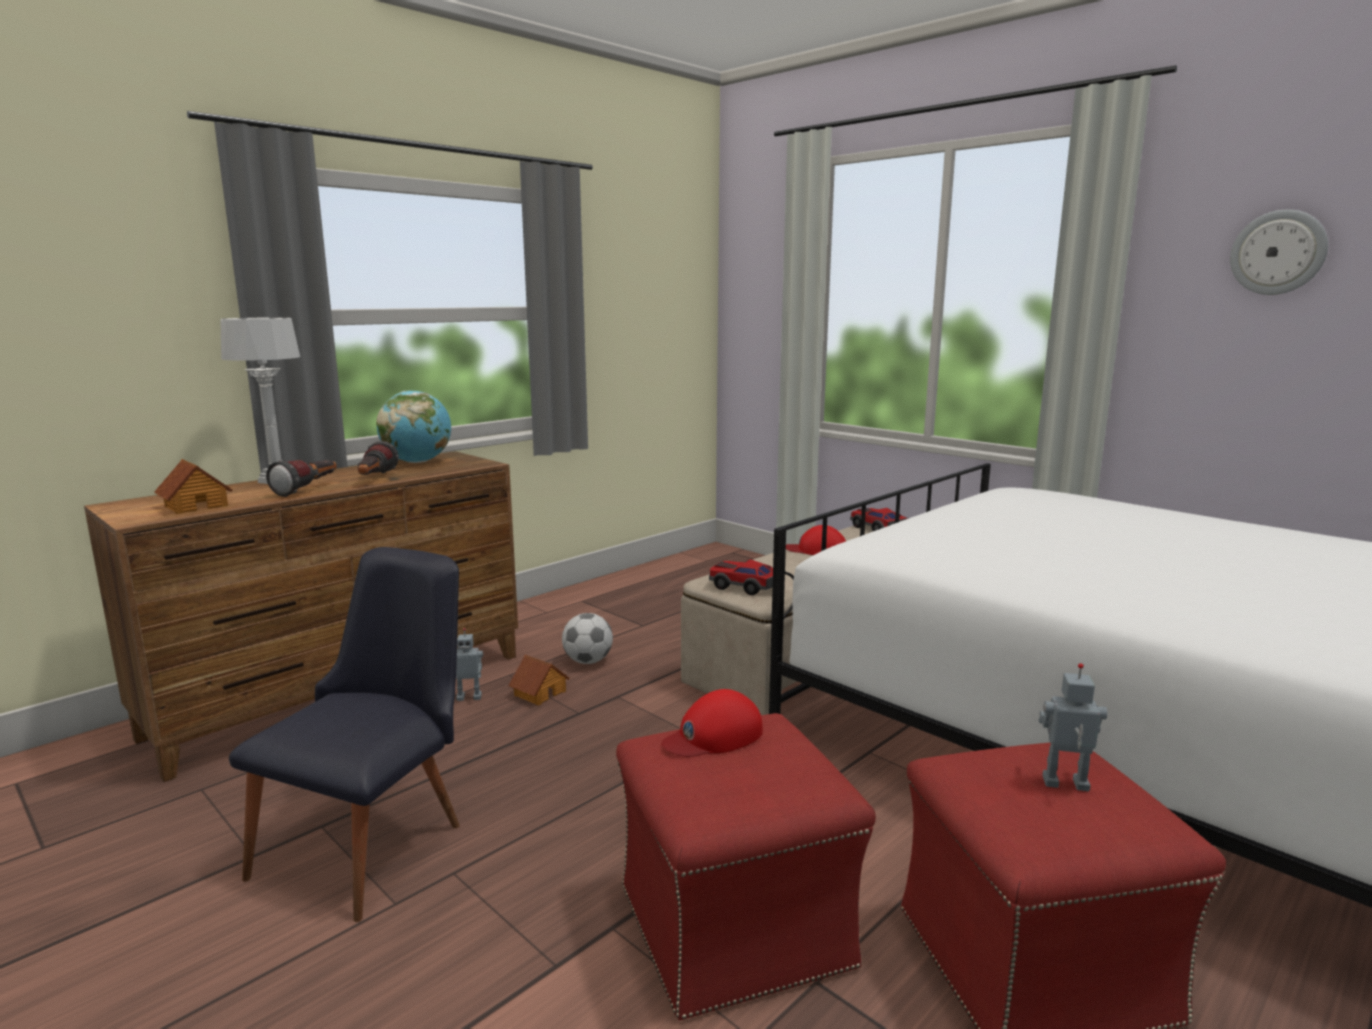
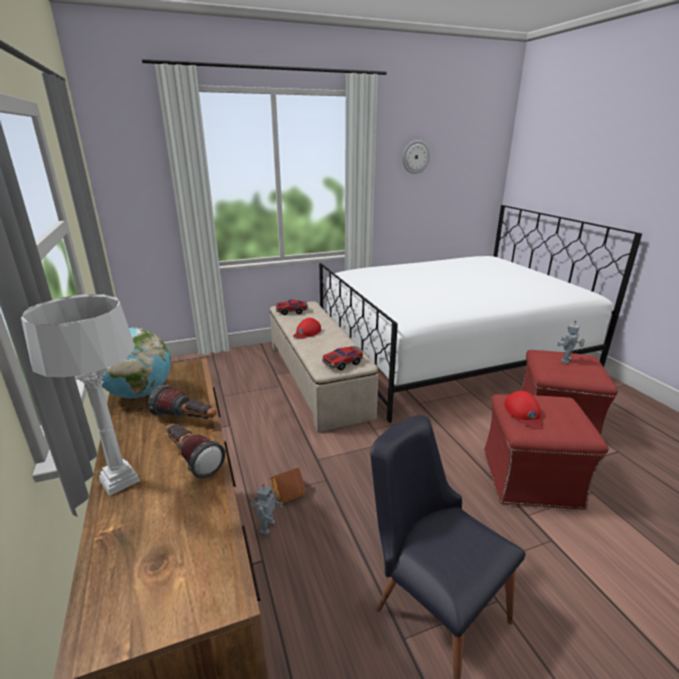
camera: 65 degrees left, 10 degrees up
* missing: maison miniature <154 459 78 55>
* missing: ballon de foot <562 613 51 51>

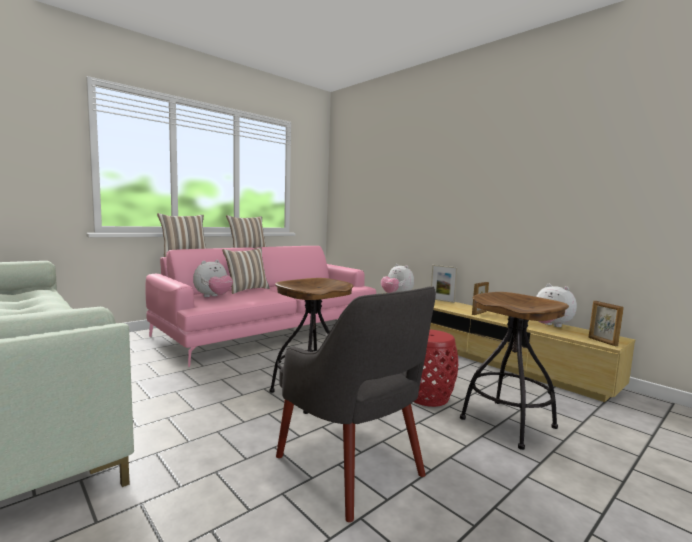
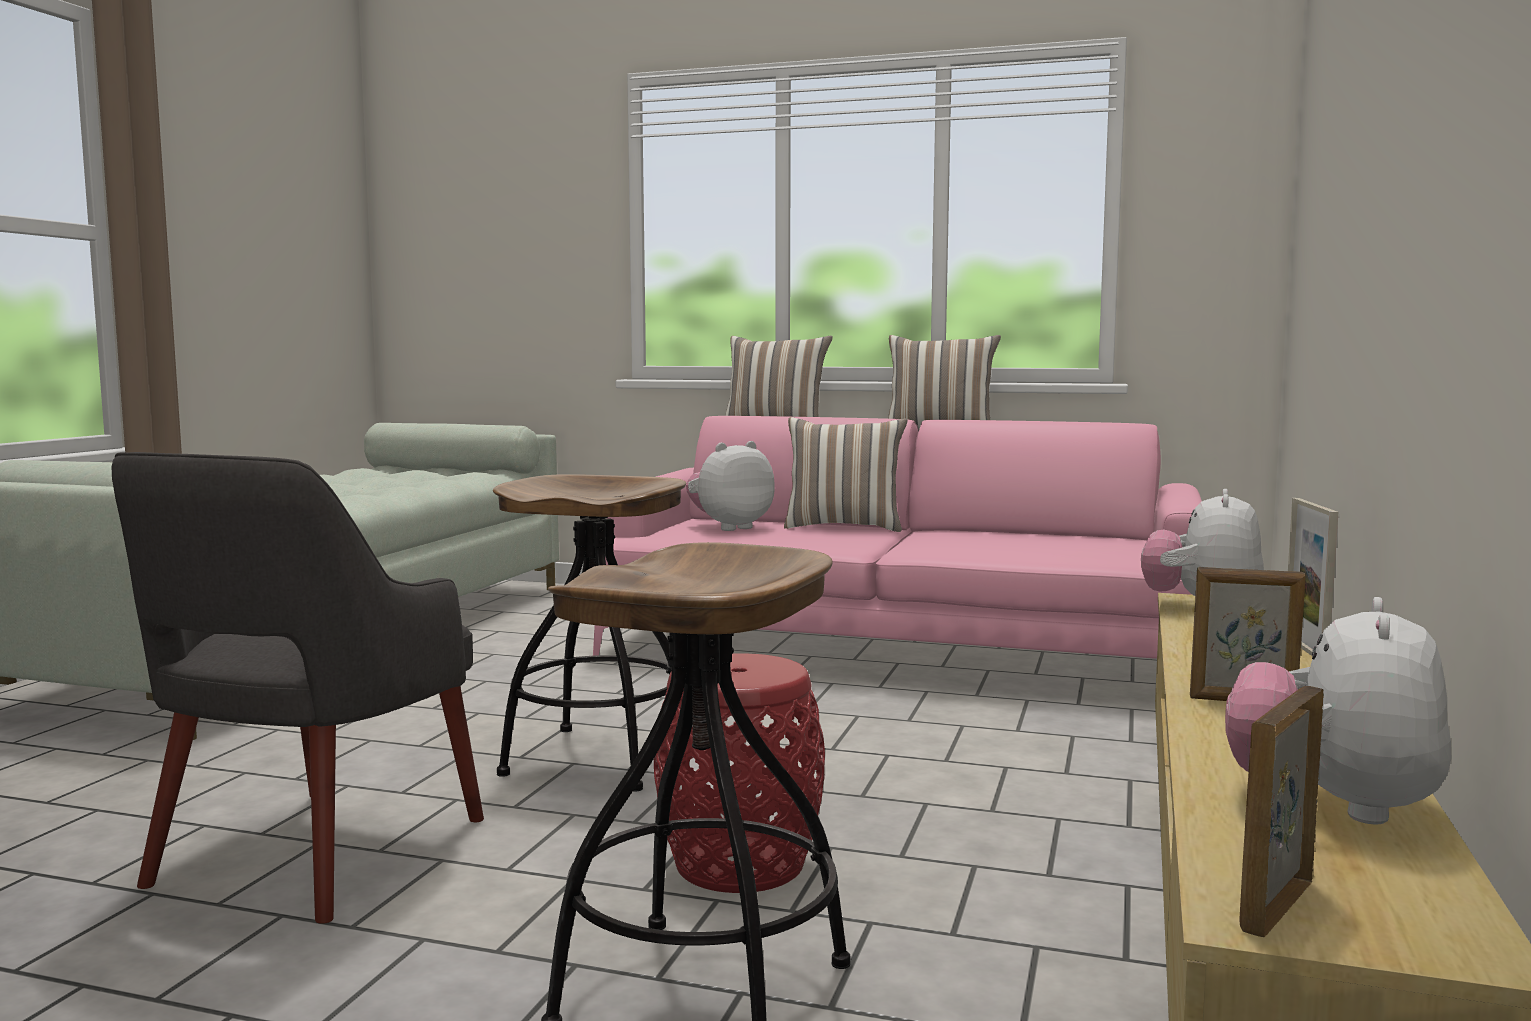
camera: 60 degrees right, 0 degrees up
* spun: peluche <193 260 40 37> = <686 441 89 90> 135 degrees clockwise

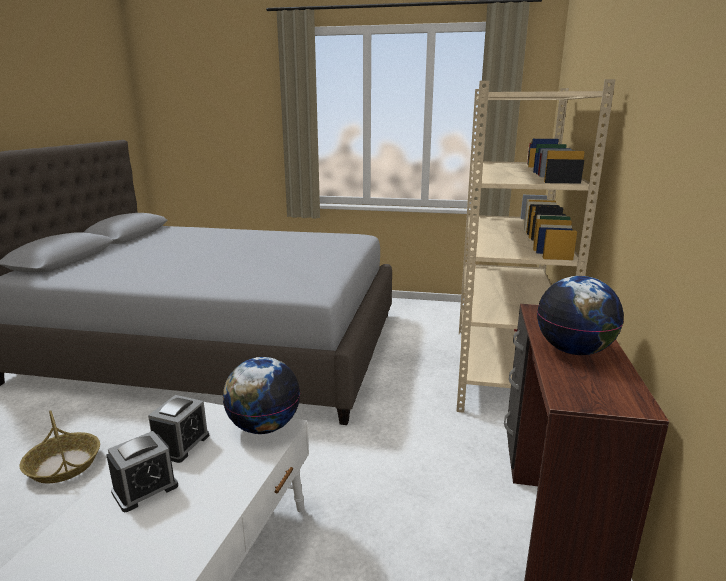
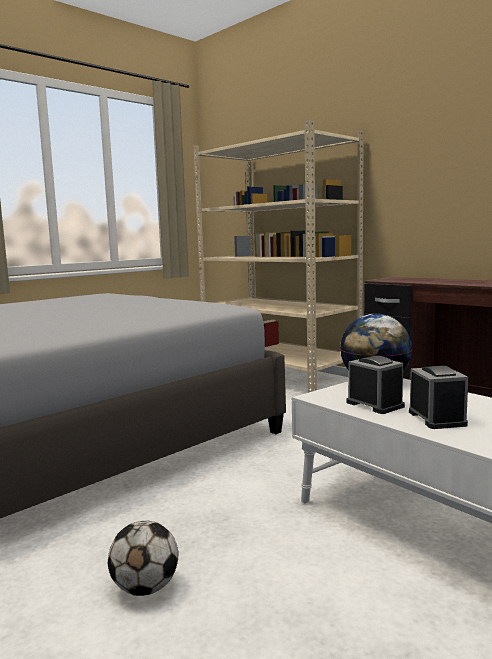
camera: 55 degrees left, 10 degrees down
* missing: globe <537 276 87 79>
* exchanged: panier <20 410 80 73> to ballon de foot <108 521 70 75>

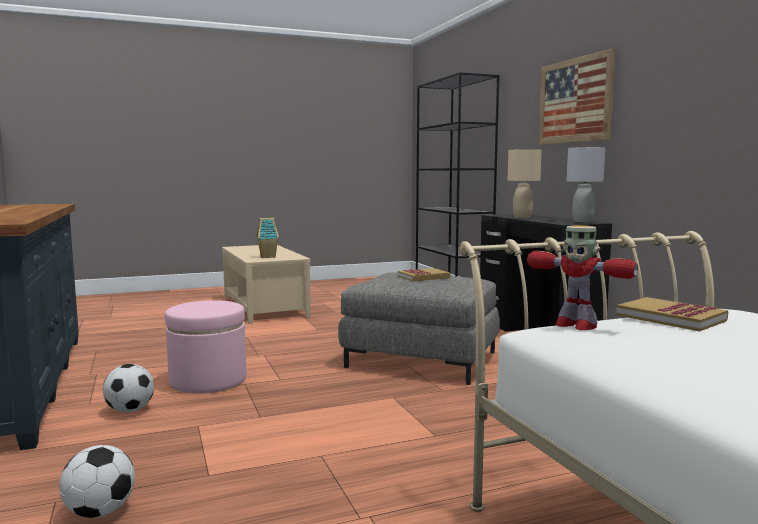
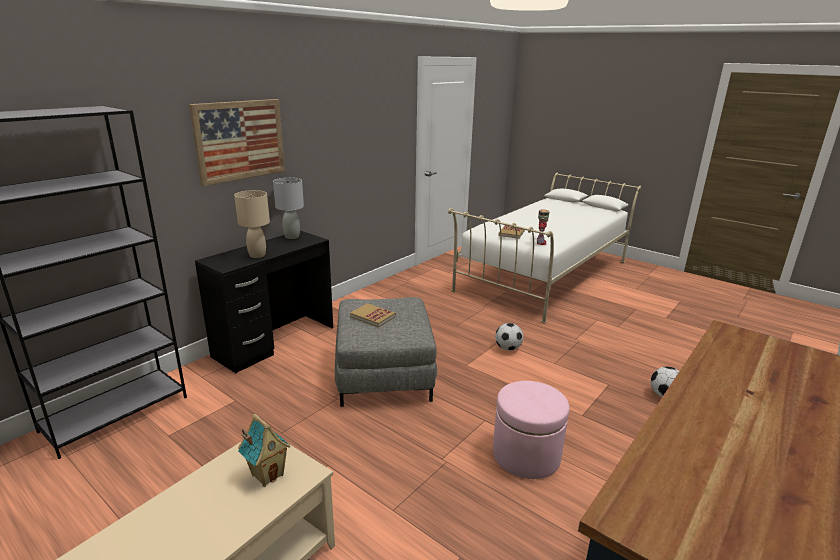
camera: 120 degrees left, 15 degrees up
* relocated: ballon de foot <103 364 51 49> to <495 323 28 28>

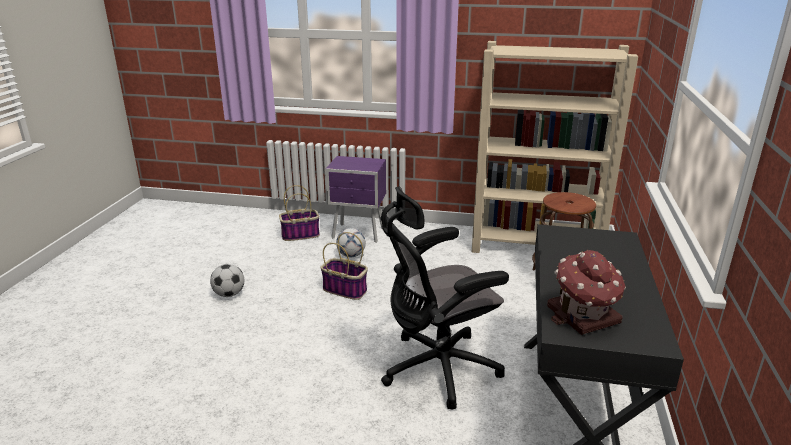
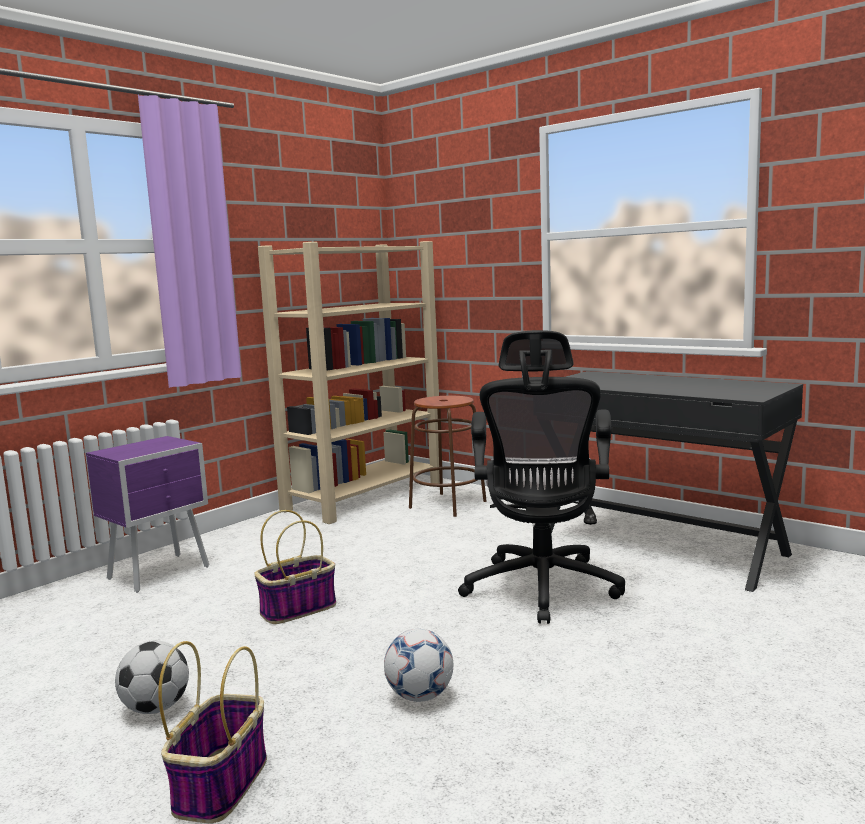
camera: 60 degrees left, 15 degrees down
* missing: maison miniature <547 250 79 85>
* relocated: panier <279 185 41 56> to <158 641 109 182>
* relocated: ballon de foot <336 228 30 29> to <384 629 69 73>

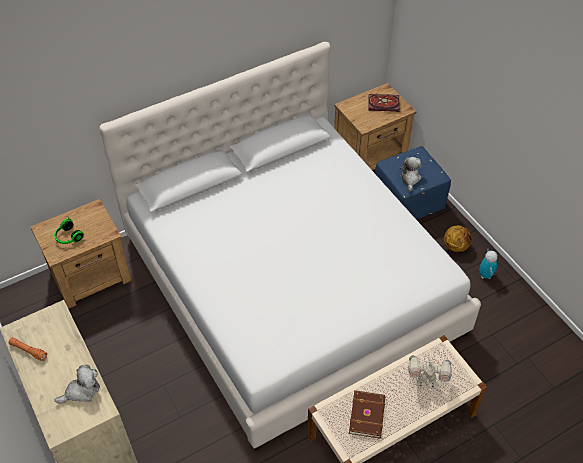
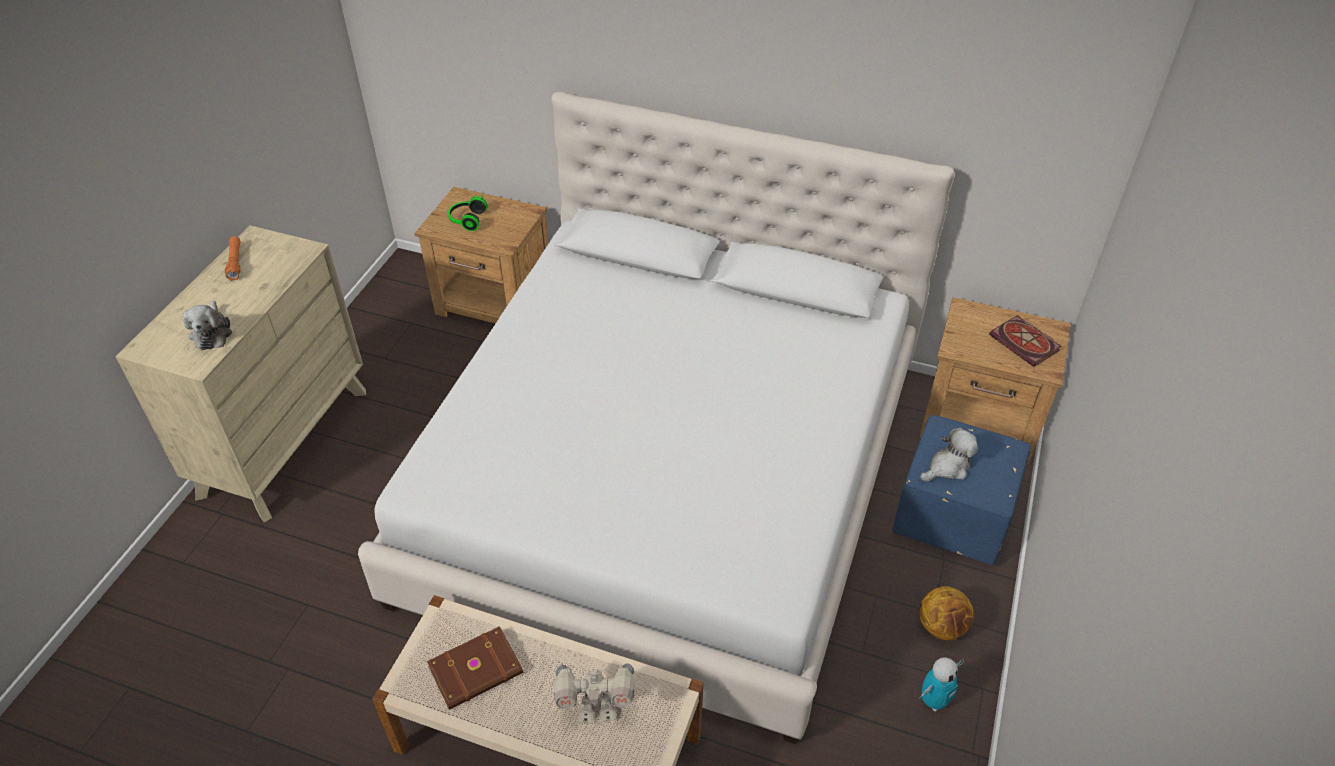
camera: 50 degrees right, 5 degrees down
* spun: peluche <54 365 46 39> = <183 301 49 49> 60 degrees clockwise
* spun: robot jouet <408 355 44 33> = <554 663 81 61> 60 degrees counterclockwise

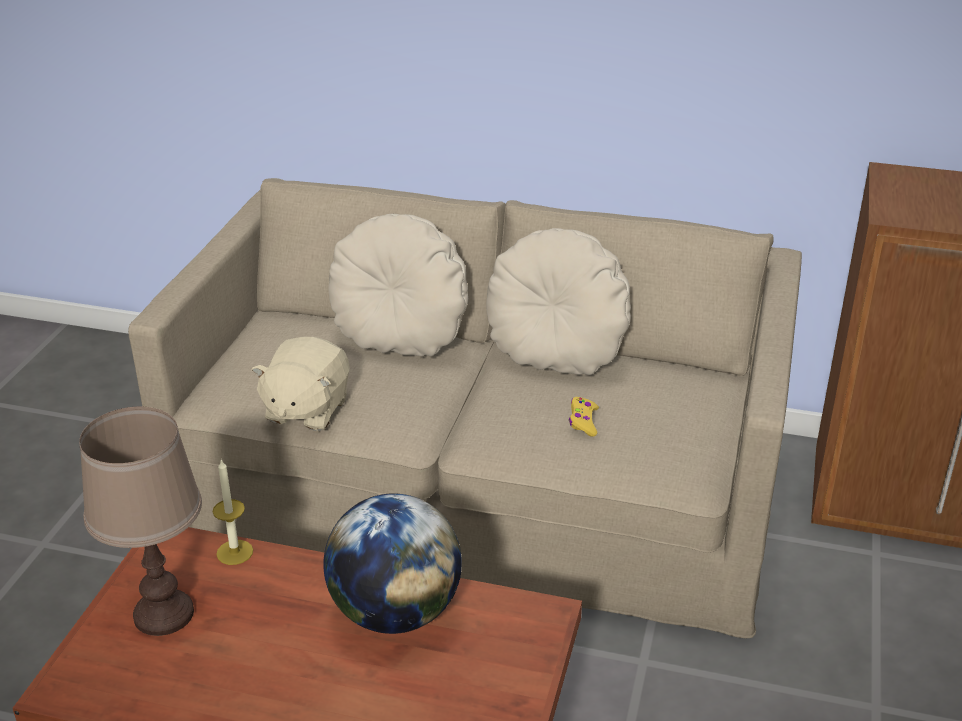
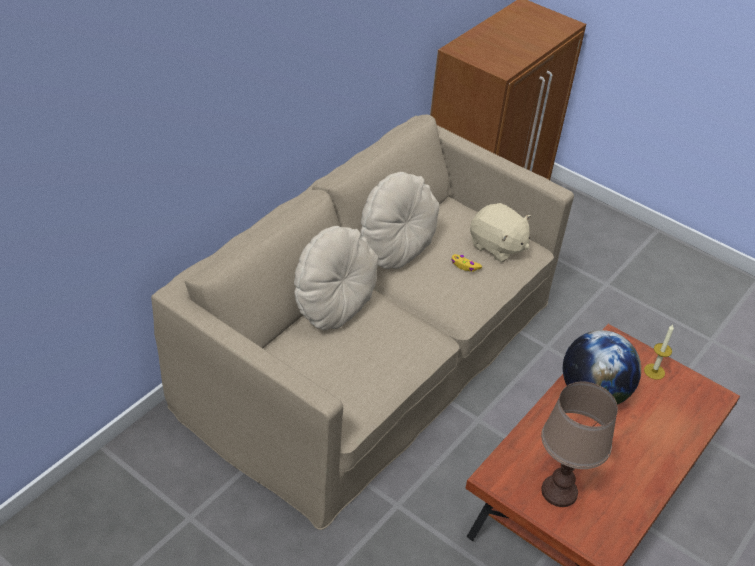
camera: 70 degrees left, 10 degrees up
* relocated: bougie <213 459 40 106> to <644 325 30 55>
* relocated: peluche/beige <252 337 98 94> to <470 203 61 59>

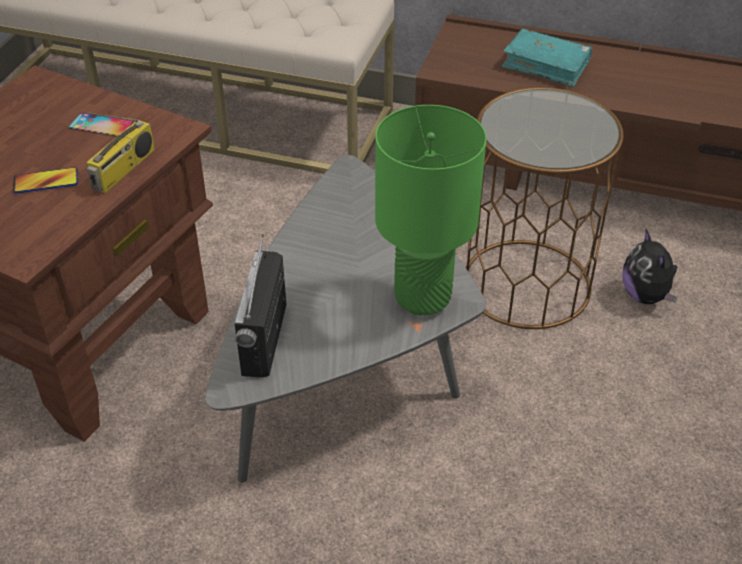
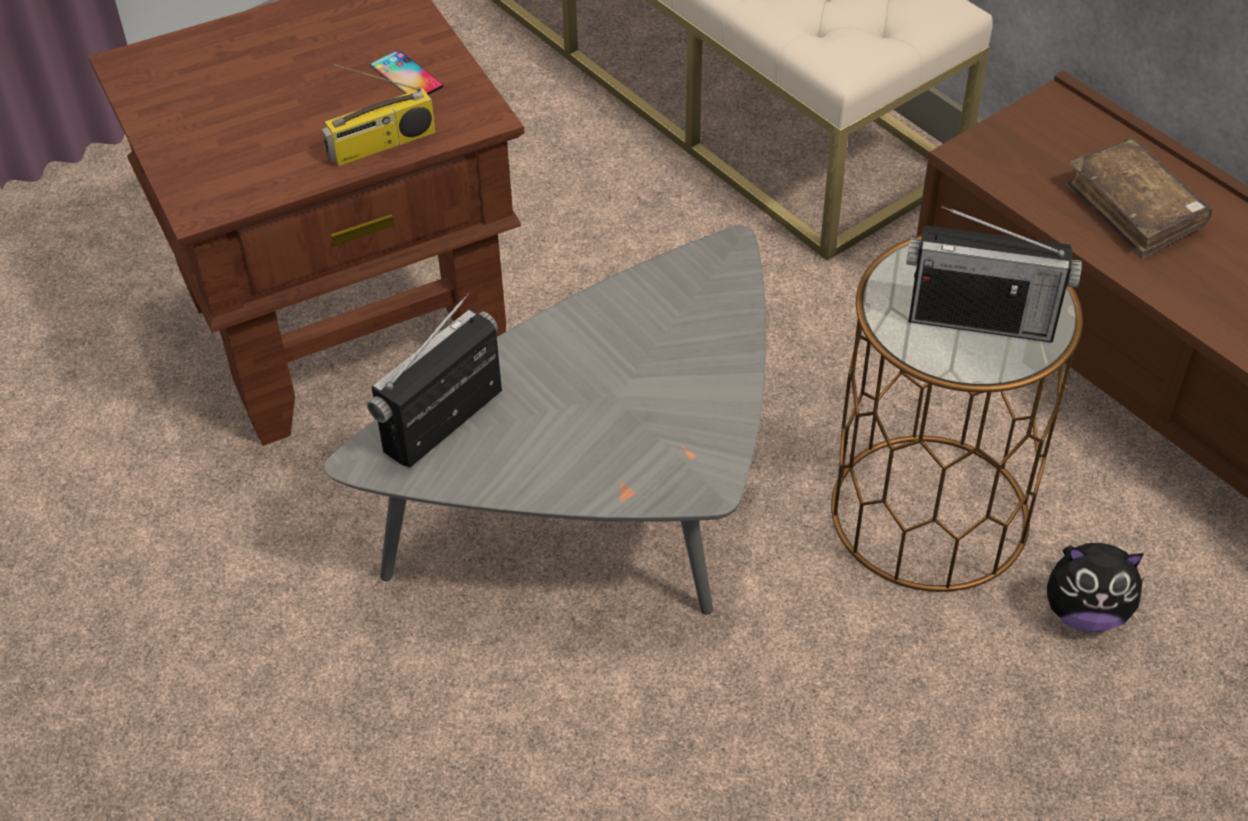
camera: 35 degrees right, 5 degrees up
* missing: téléphone <13 167 65 27>
* missing: lampe de table/vert <375 105 112 210>
* appeared: radio <906 205 176 137>
* colour: livre/turquoise <502 29 90 58> to livre/marron <1066 137 146 121>
* spun: peluche <623 229 55 75> = <1047 543 98 89> 105 degrees counterclockwise

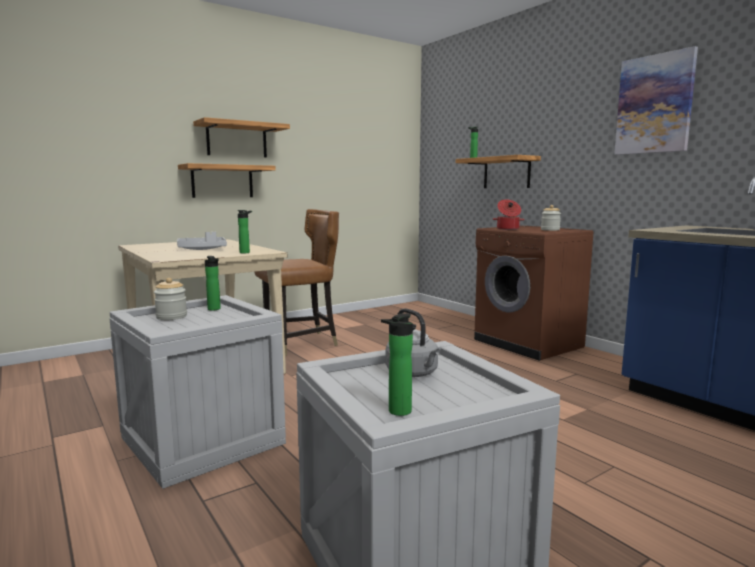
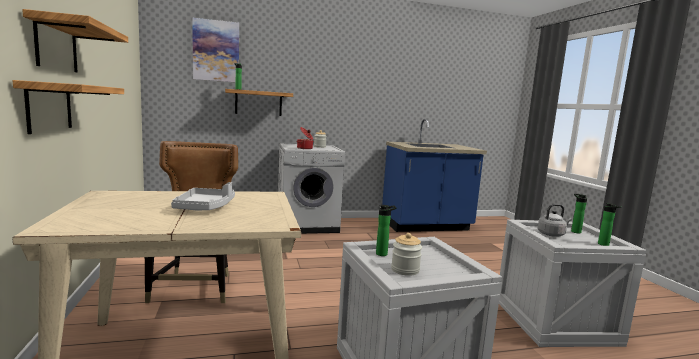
camera: 70 degrees left, 0 degrees up
* relocated: bouteille <237 210 15 44> to <571 194 16 40>
* relocated: tableau <614 46 84 109> to <192 18 47 64>
* colour: lave-linge/marron <474 226 119 135> to lave-linge/blanc <278 143 67 91>

